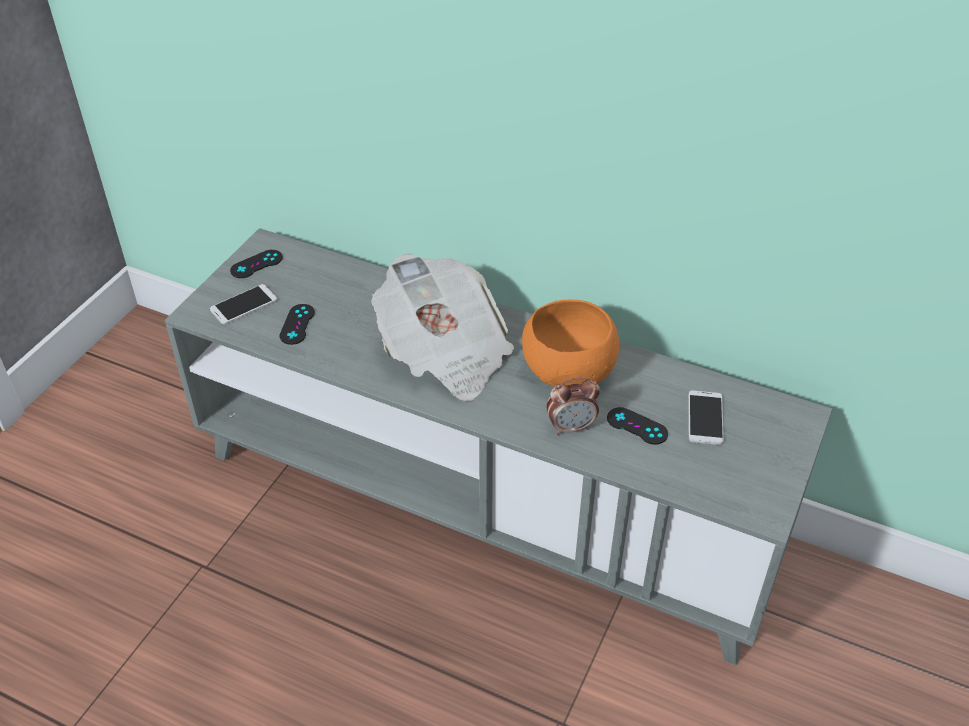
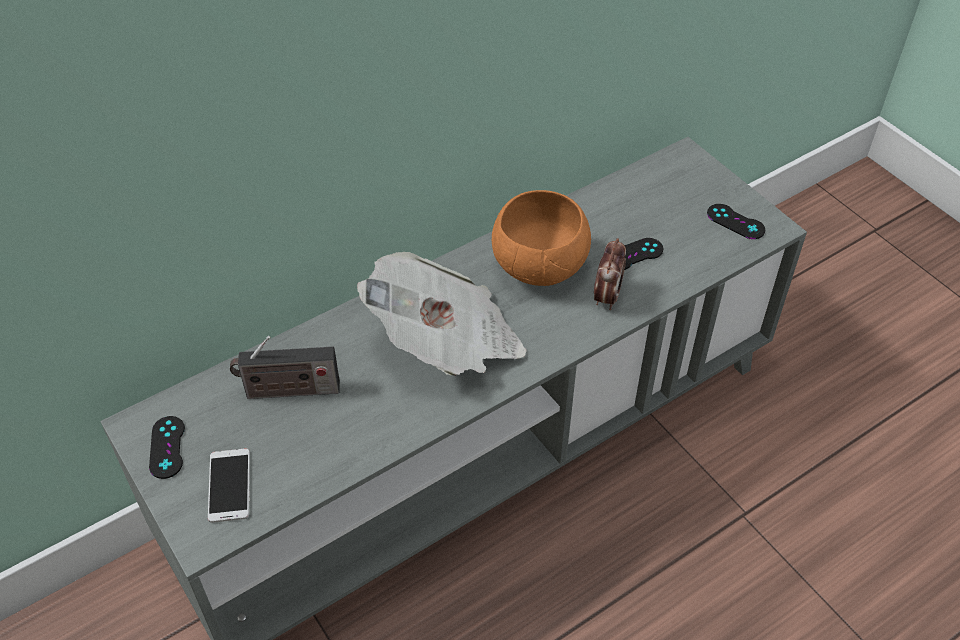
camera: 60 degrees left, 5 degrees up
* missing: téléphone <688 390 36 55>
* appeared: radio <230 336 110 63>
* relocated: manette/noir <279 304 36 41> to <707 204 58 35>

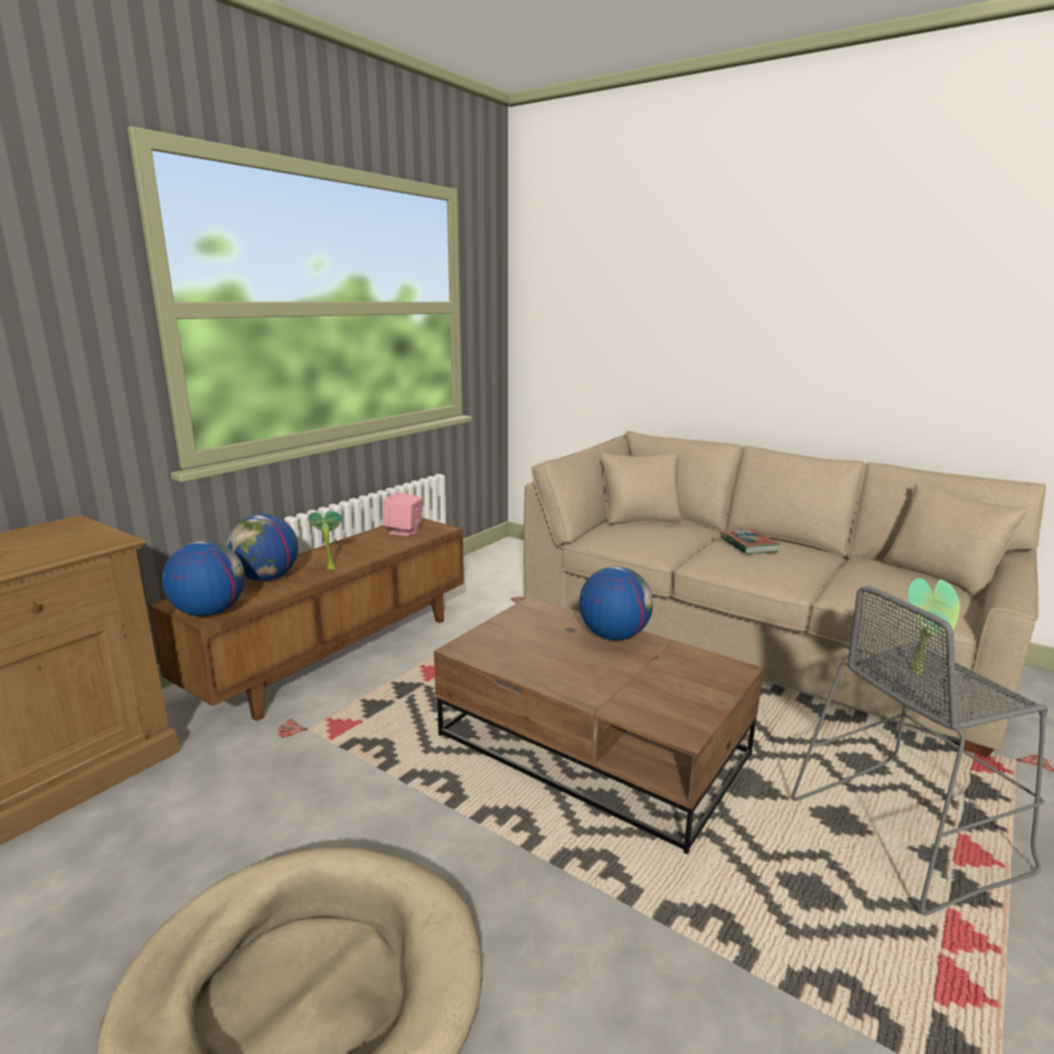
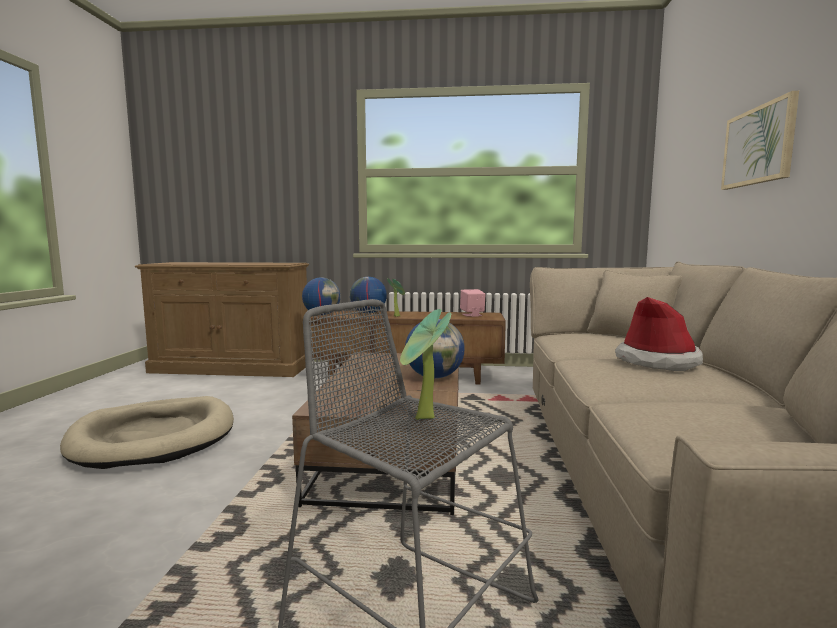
camera: 60 degrees right, 10 degrees down
* appeared: tableau <721 91 78 99>
* exchanged: livre <721 529 59 25> to chapeau <615 297 88 74>

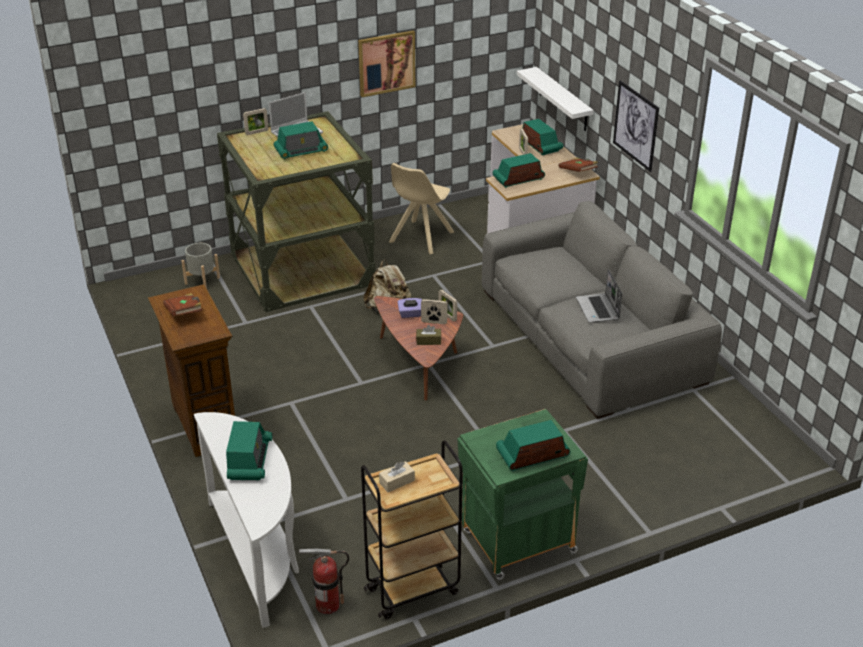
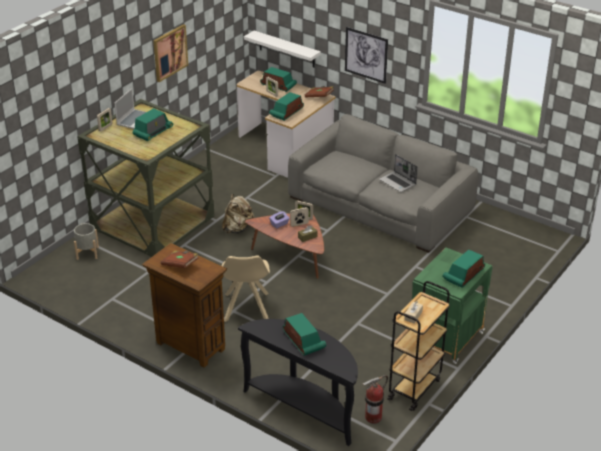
camera: 30 degrees left, 0 degrees up
* relocated: chaise/beige <389 163 65 91> to <222 255 48 67>
* colour: table console/blanc <194 412 105 216> to table console/noir <238 319 120 127>

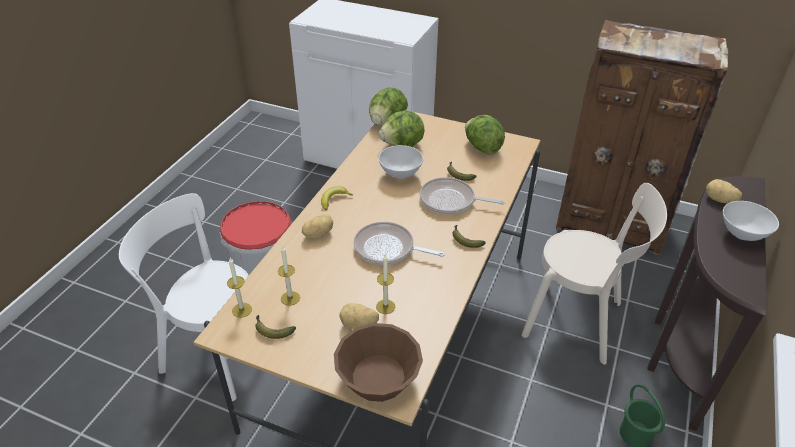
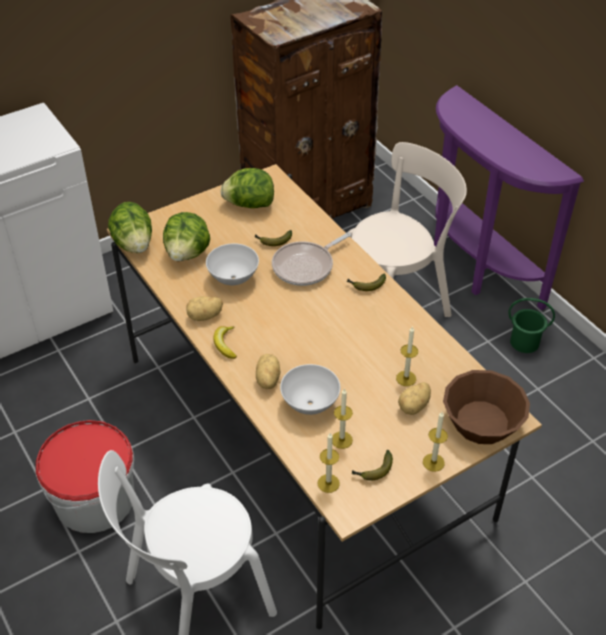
camera: 55 degrees left, 5 degrees up
* missing: poêle <354 222 91 43>
* appeared: bougie <423 412 25 60>
* relocated: pomme de terre <706 179 36 25> to <186 296 37 25>
* relocated: bol/blanc <723 201 56 40> to <280 364 60 51>
* colour: table console/marron <647 176 120 255> to table console/violet <434 85 150 225>

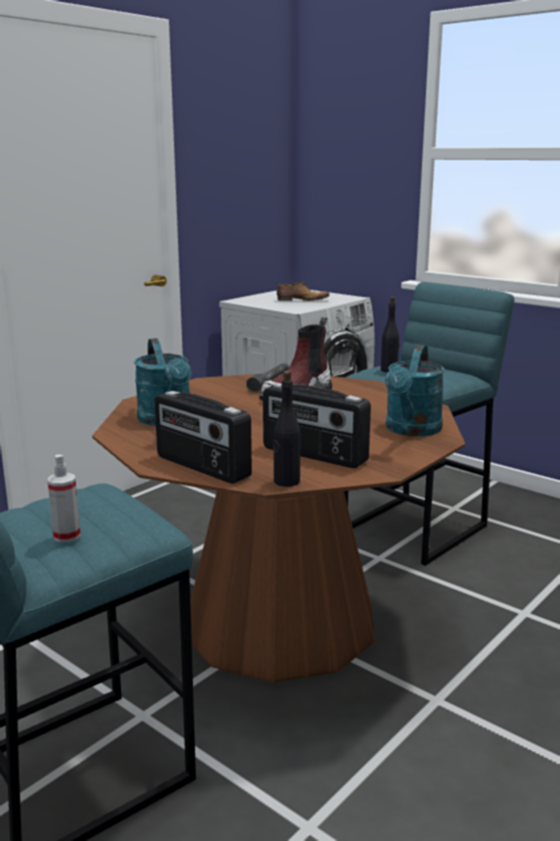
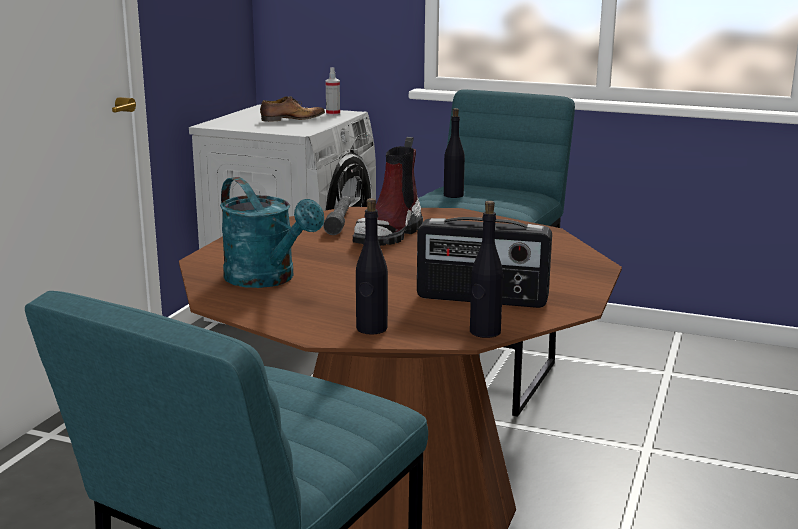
camera: 20 degrees left, 0 degrees up
* missing: arrosoir/turquoise <385 345 60 91>
* relocated: vaporisateur <47 455 34 87> to <326 67 14 49>
* exchanged: radio <154 391 98 93> to bouteille/noir <356 198 32 137>

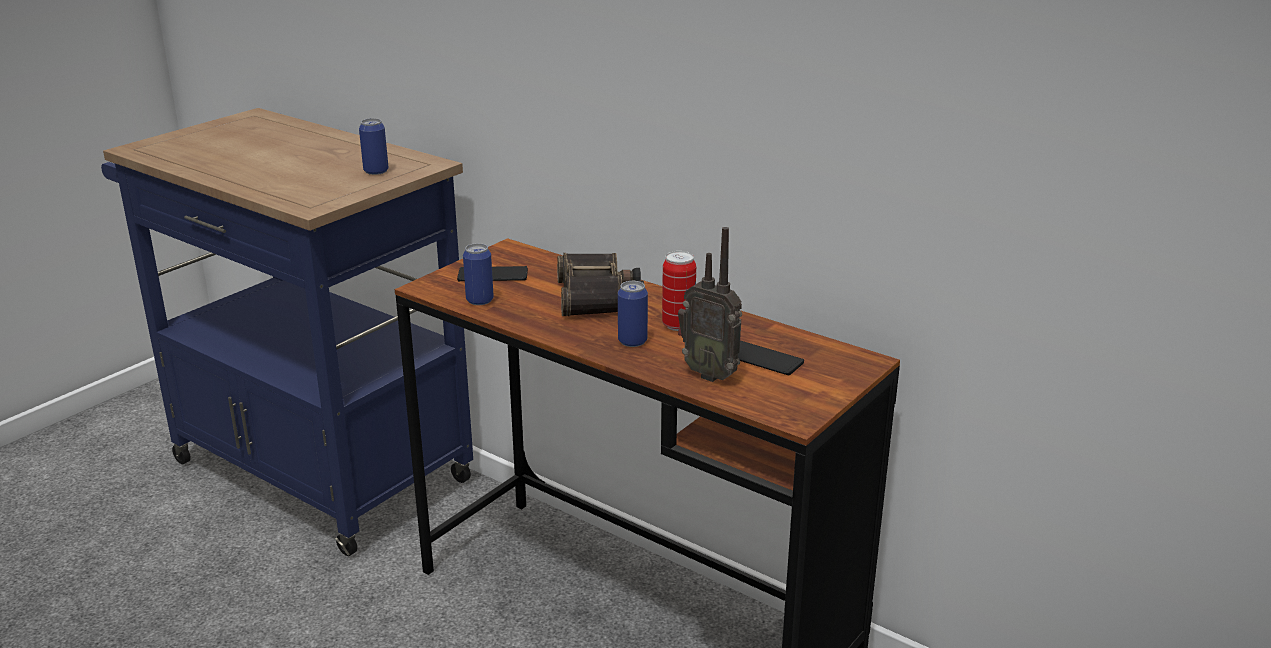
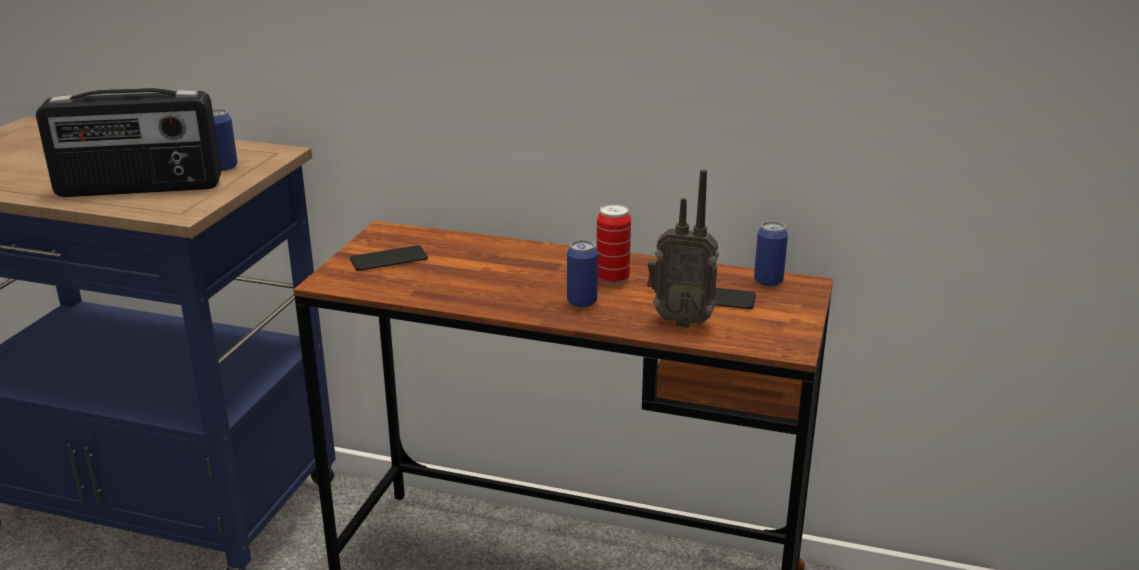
camera: 20 degrees left, 0 degrees up
* missing: jumelles <557 253 87 63>
* appeared: radio <36 88 185 109>
* relocated: boîte métallique <463 243 31 62> to <754 221 34 66>

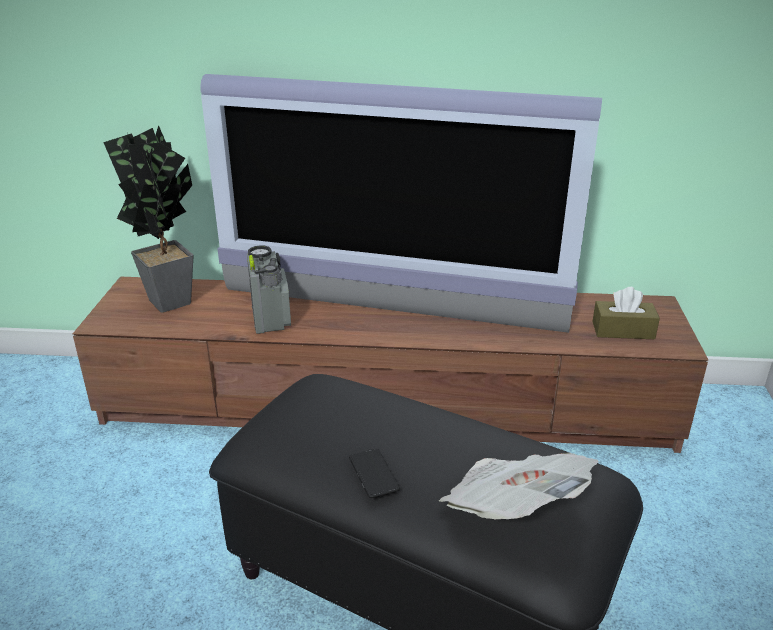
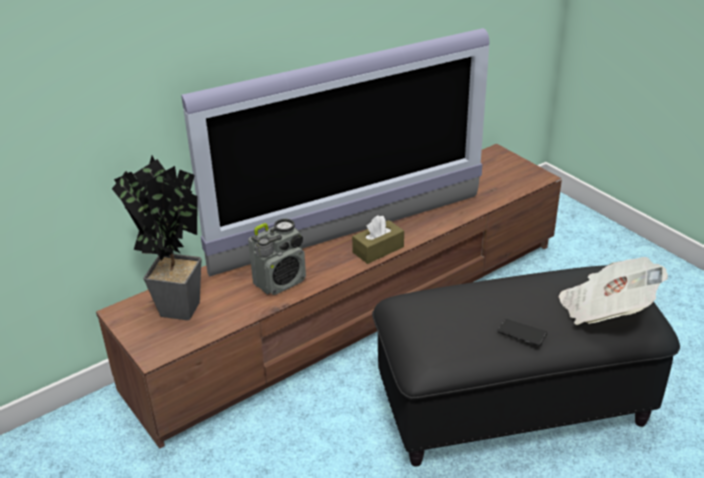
camera: 40 degrees left, 5 degrees up
* relocated: boîte à mouchoirs/marron <592 287 68 52> to <352 215 52 49>
* spun: radio <247 246 44 88> = <248 219 58 76> 105 degrees clockwise

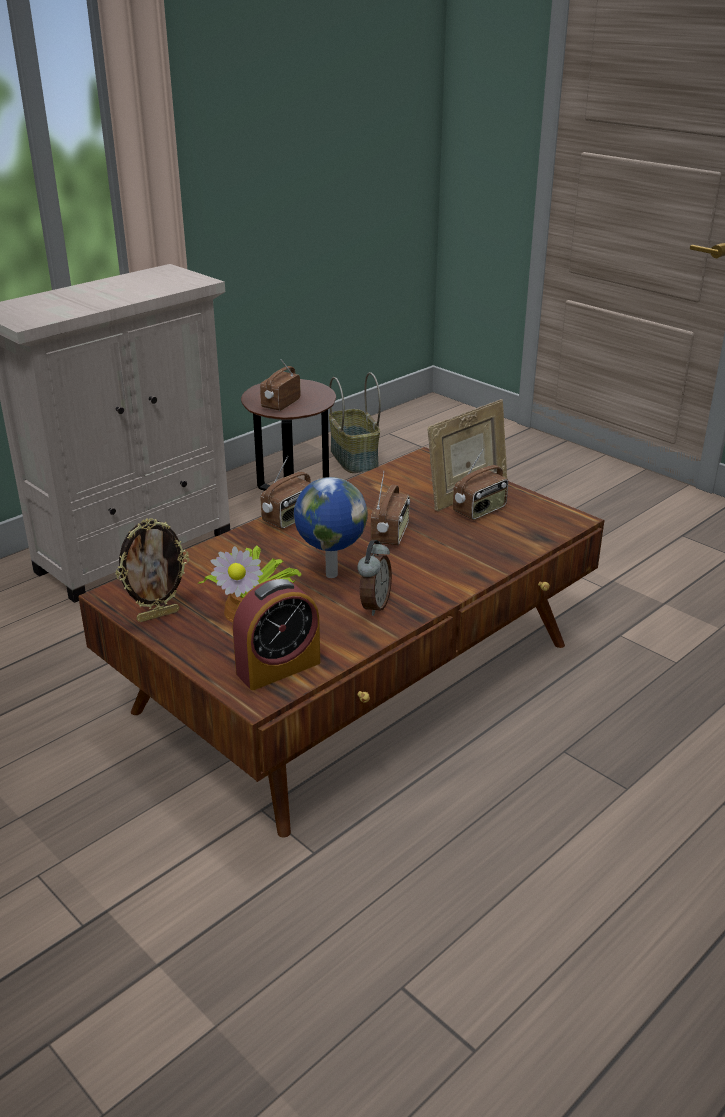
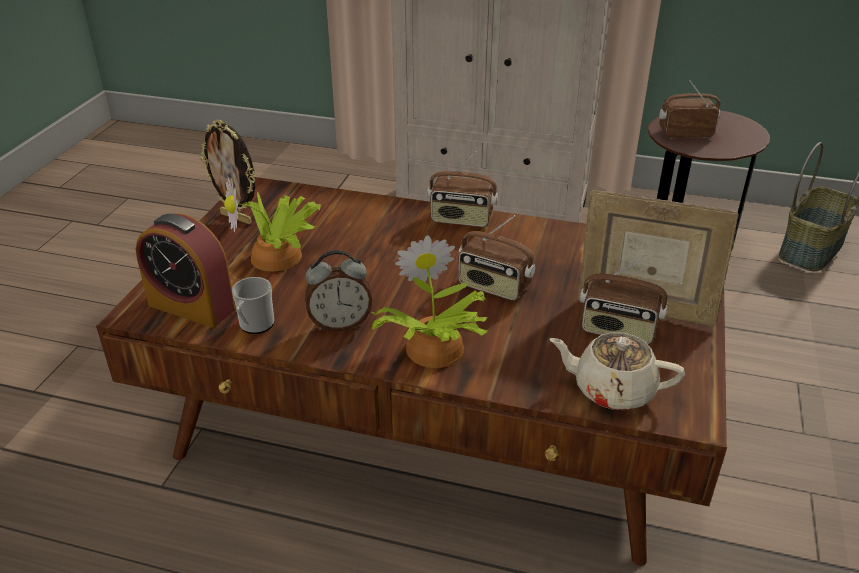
camera: 60 degrees right, 5 degrees up
* missing: globe <294 477 74 101>
* appeared: mug <232 277 42 57>
* appeared: plante en pot <372 235 116 133>
* appeared: théière/beige <549 332 136 78>
* spun: radio <371 471 39 74> = <458 215 77 86> 45 degrees clockwise

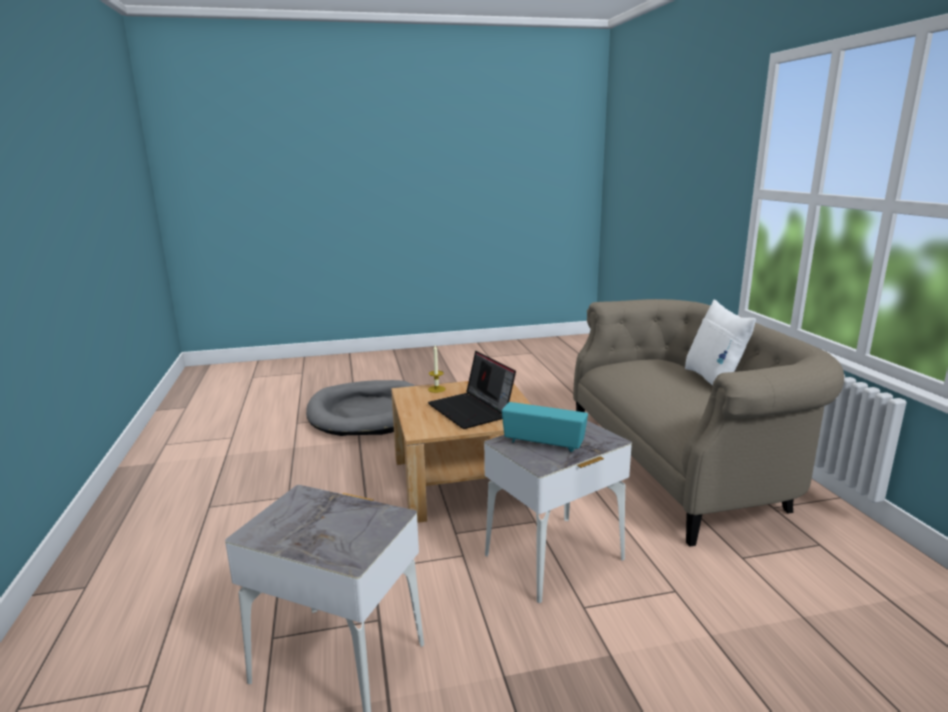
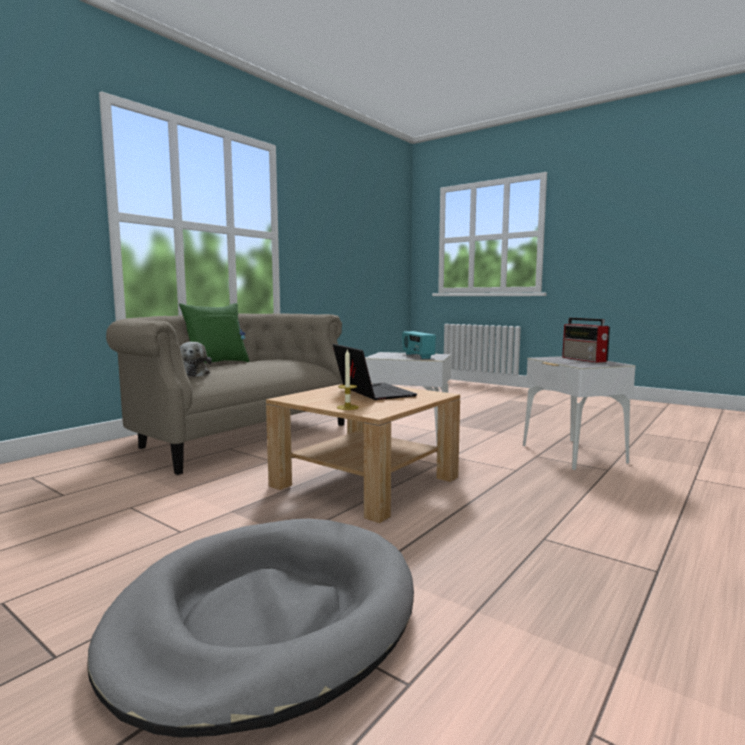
camera: 130 degrees left, 10 degrees down
* appeared: peluche <180 342 32 35>
* appeared: radio <562 318 48 45>
* colour: coussin/blanc <685 299 71 87> to coussin/vert <179 303 71 60>
* spun: ordinateur portable <428 351 88 78> = <333 344 84 56> 45 degrees counterclockwise

